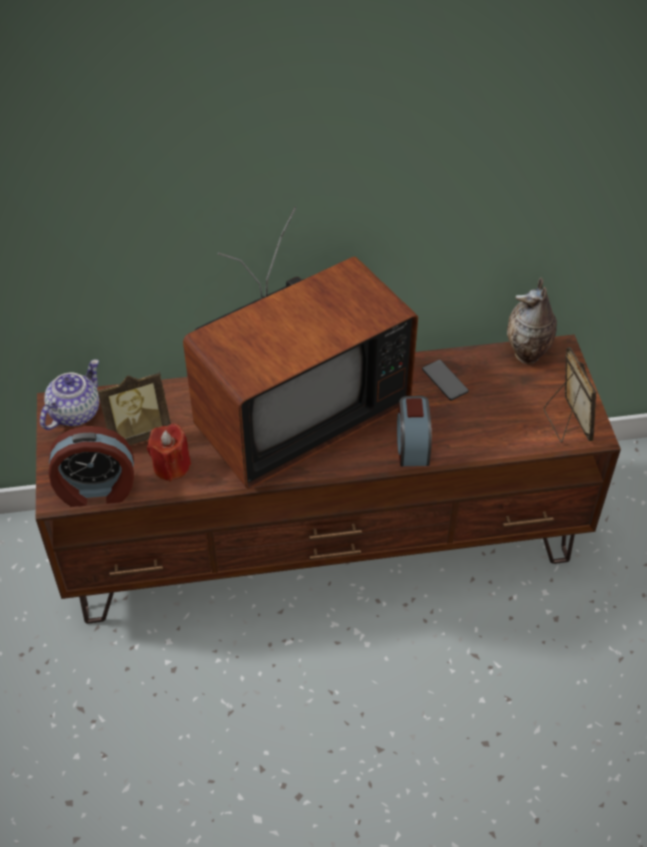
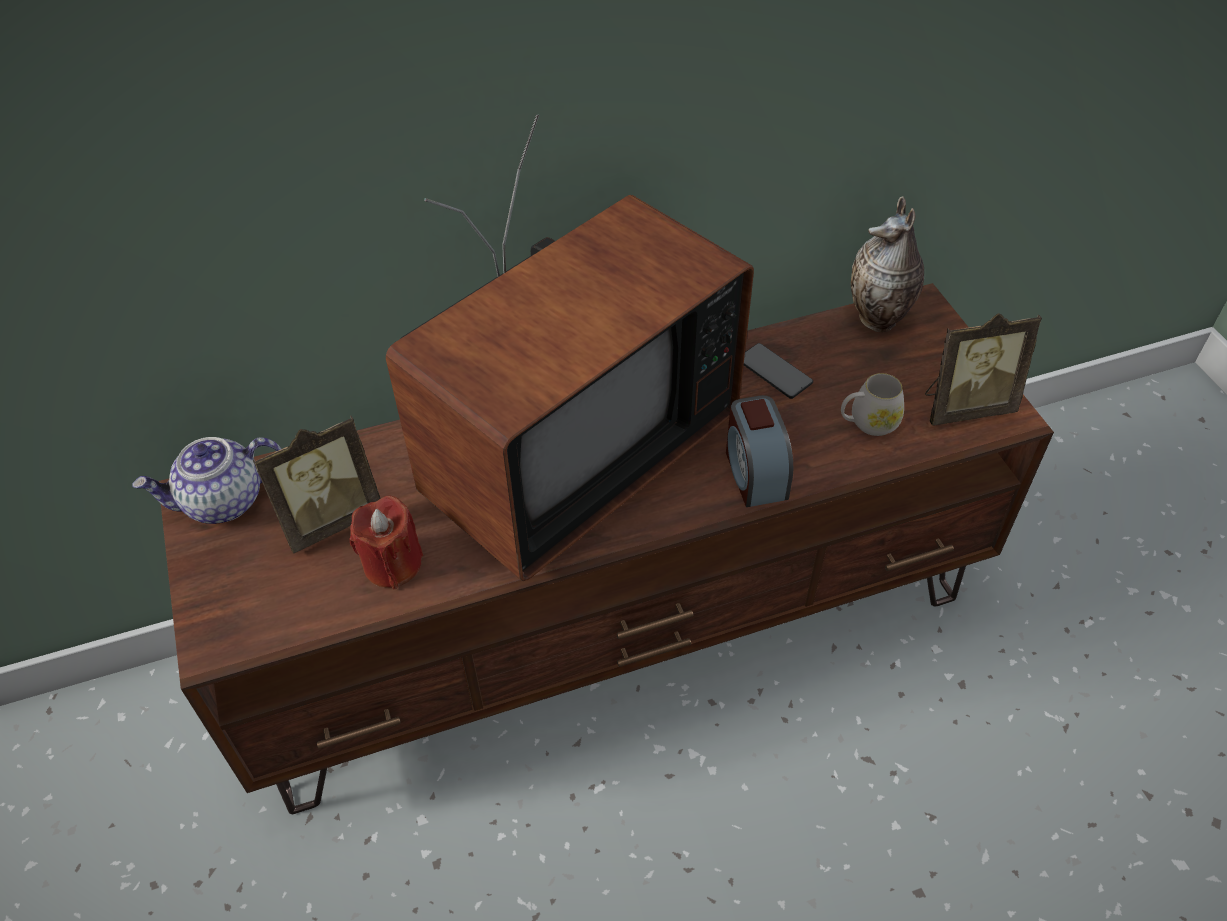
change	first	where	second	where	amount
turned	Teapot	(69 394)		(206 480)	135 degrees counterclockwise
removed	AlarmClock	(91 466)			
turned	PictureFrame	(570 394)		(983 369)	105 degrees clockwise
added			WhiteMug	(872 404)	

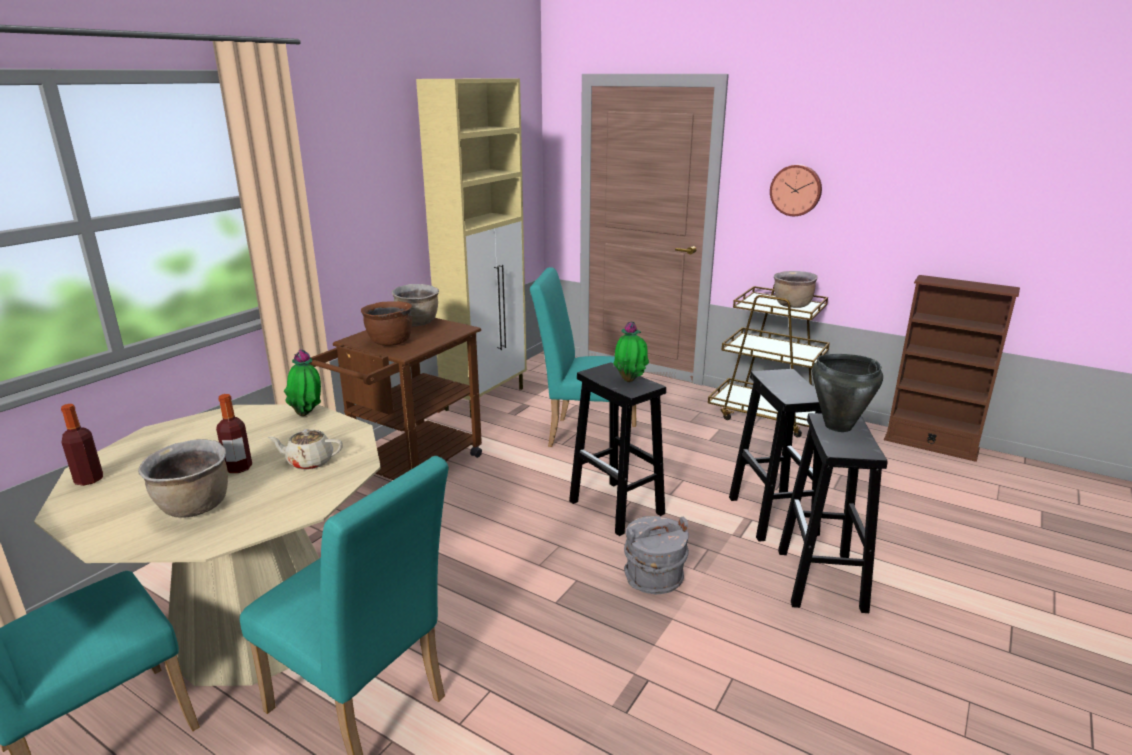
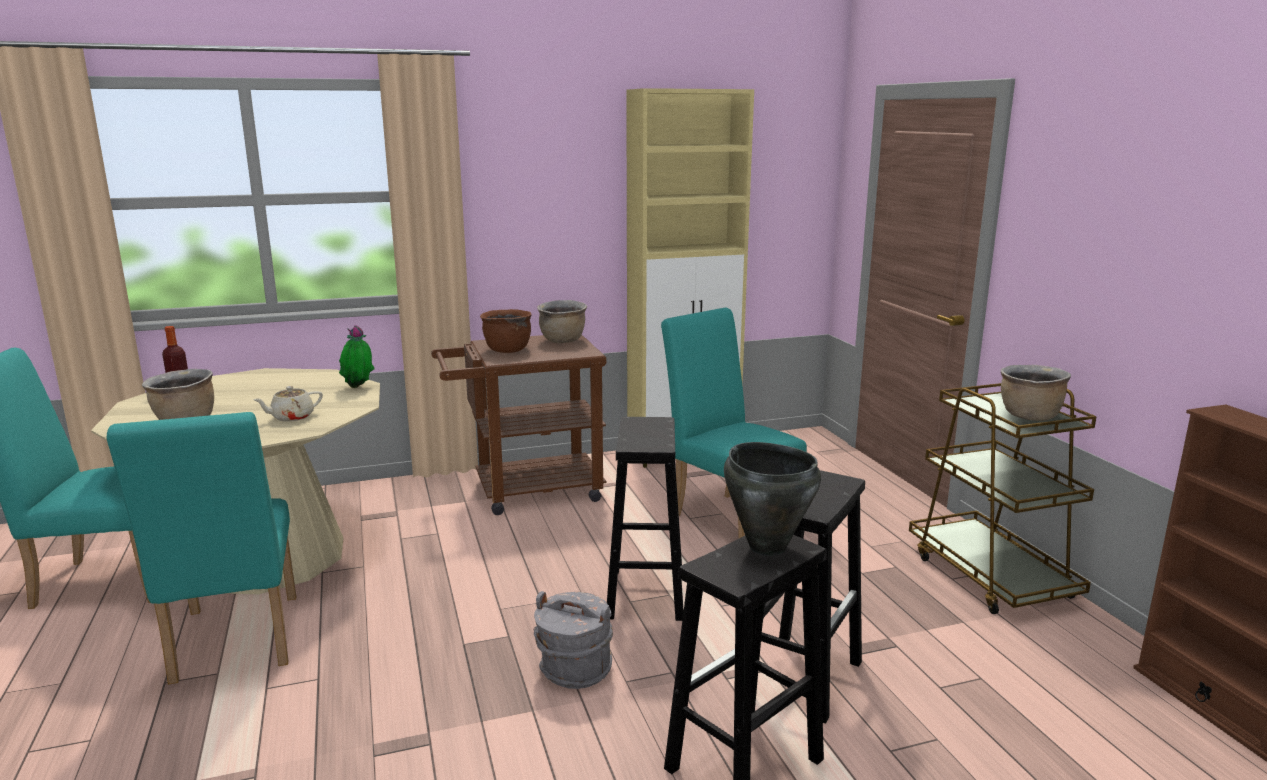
change	first	where	second	where	amount
removed	Bottle	(234 433)			
turned	BeigeTeapot	(305 449)		(288 404)	75 degrees counterclockwise
removed	PottedPlant	(631 351)			
removed	WallClock	(796 190)			

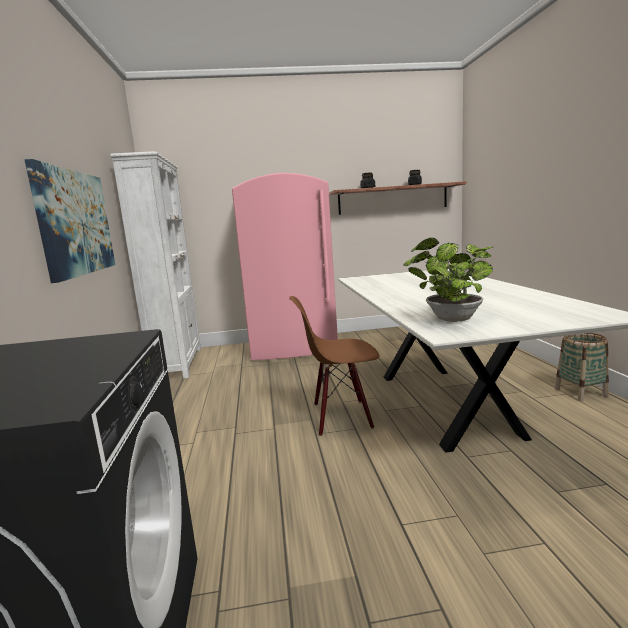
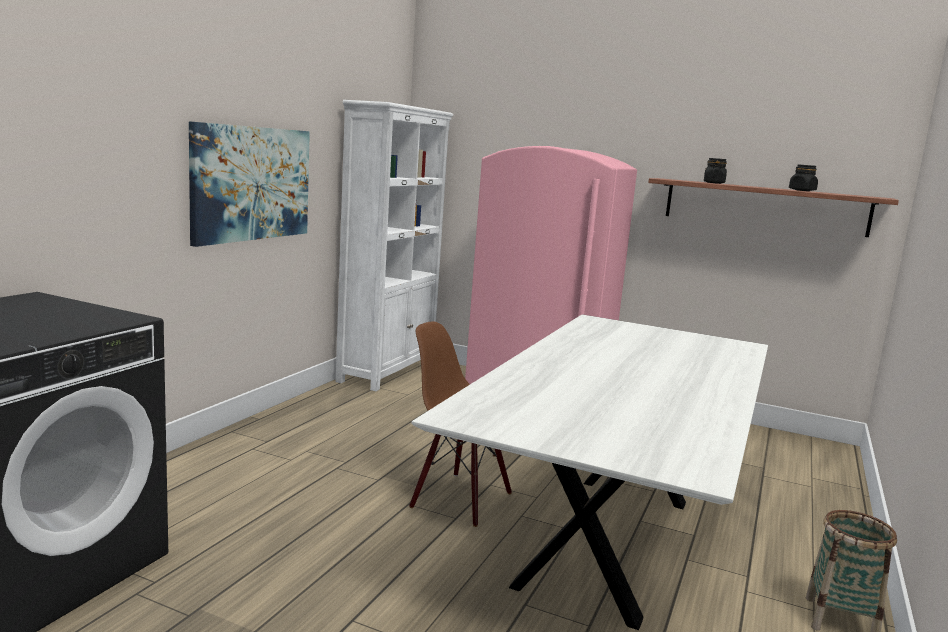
change	first	where	second	where	amount
removed	PottedPlant	(448 280)			

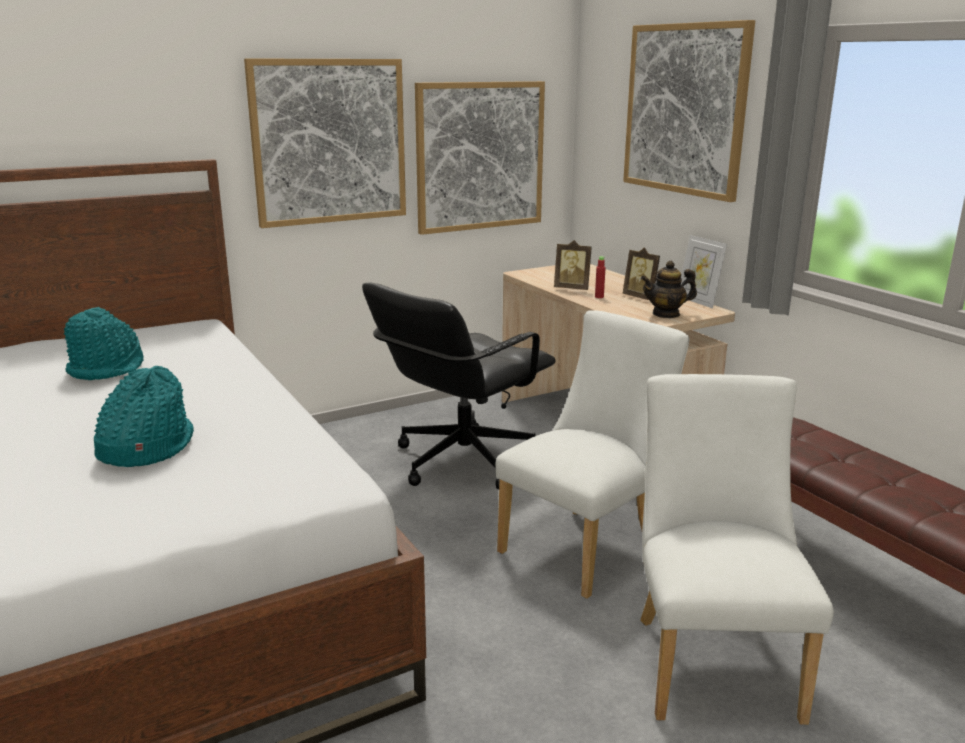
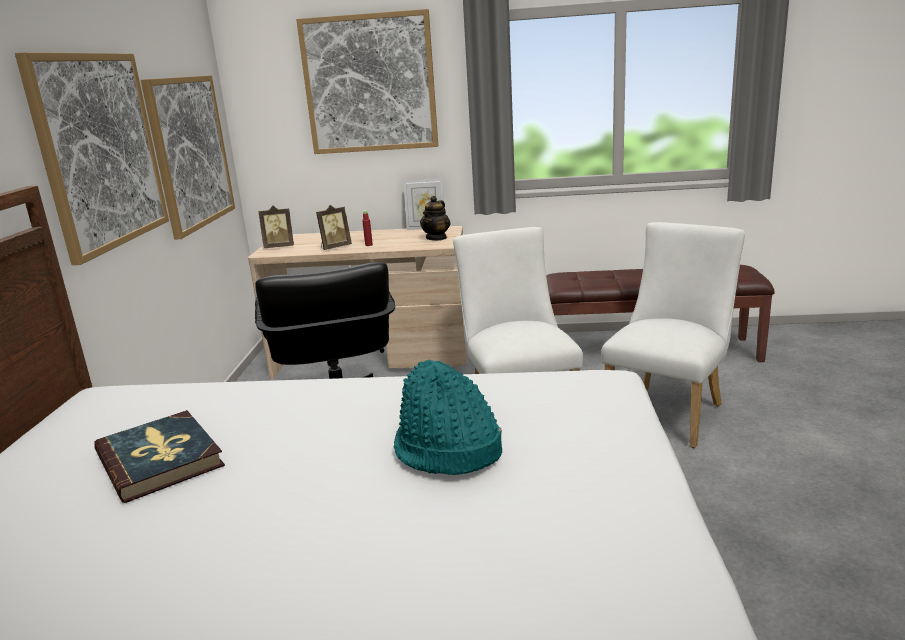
change	first	where	second	where	amount
replaced	TurquoiseHat	(104 343)	Book	(159 456)	
moved	PictureFrame	(641 273)		(276 227)	
turned	WhiteChair	(737 549)		(673 335)	90 degrees clockwise

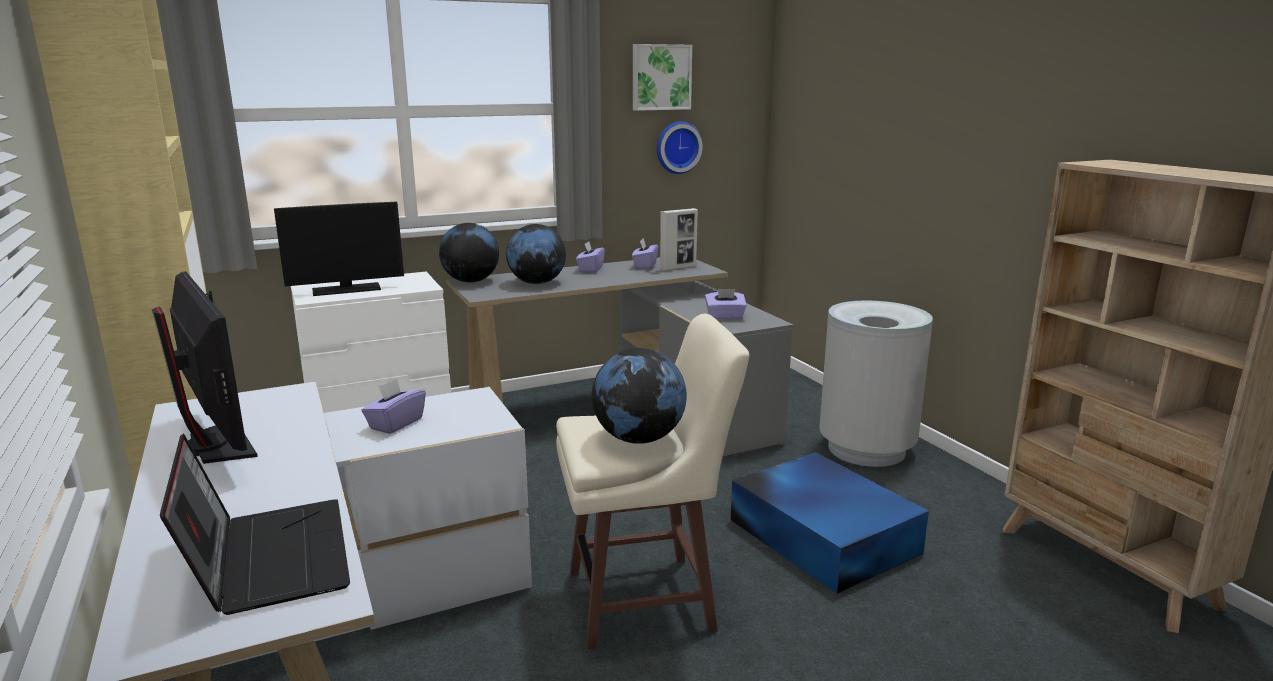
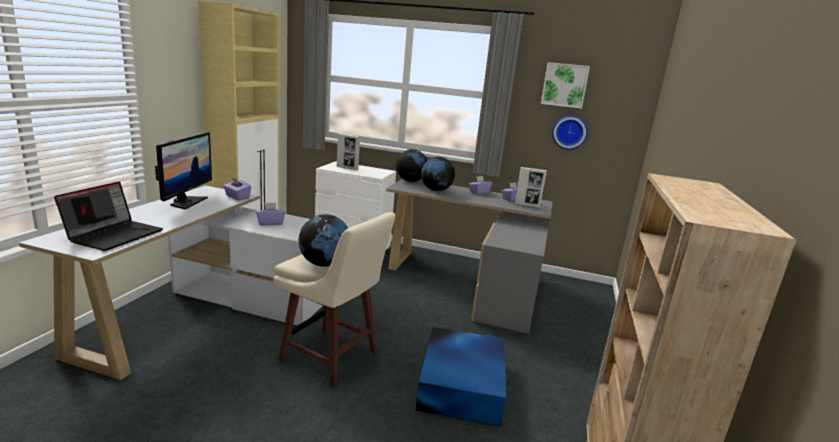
change	first	where	second	where	amount
replaced	Monitor	(339 249)	PictureFrame	(348 151)	
moved	PurpleTissueBox	(726 304)		(237 188)	
removed	GreyTrashCan	(876 383)			

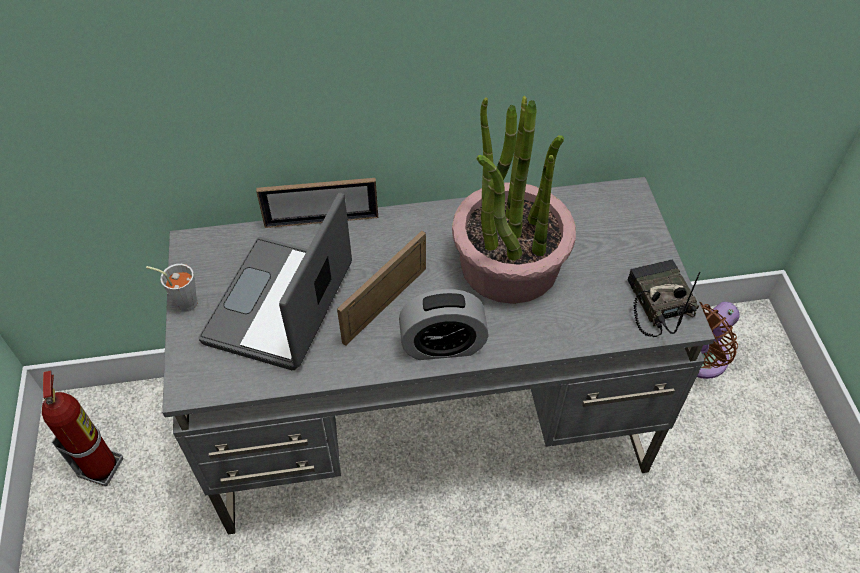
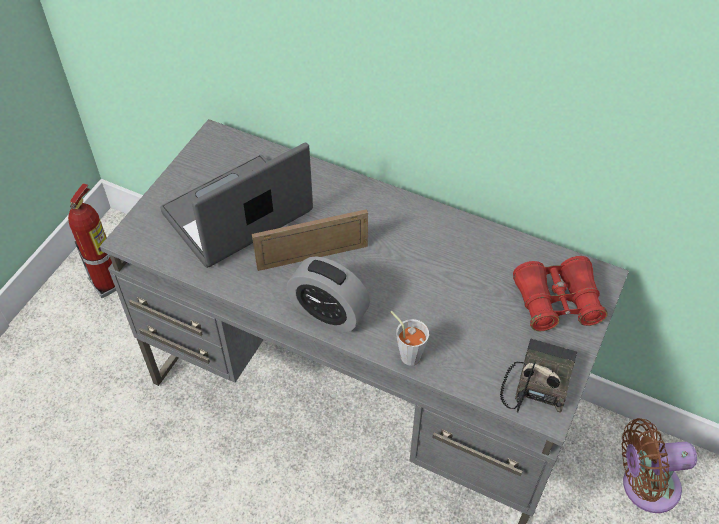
change	first	where	second	where	amount
moved	GreyCup	(171 287)		(410 338)	
removed	PictureFrame	(317 203)			
removed	PottedPlant	(514 200)			
added			RedBinoculars	(560 293)	

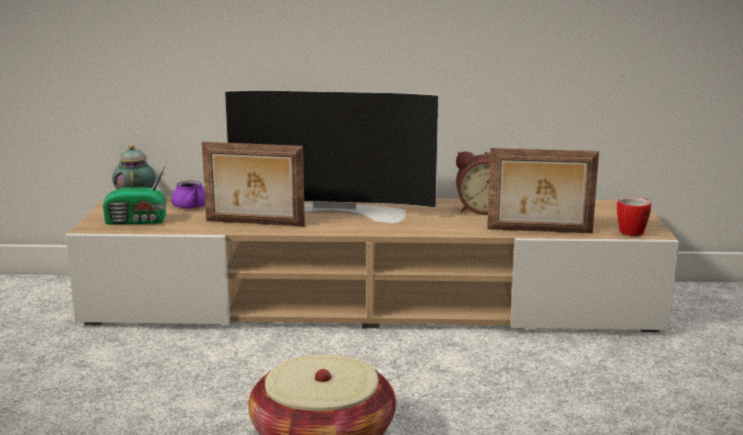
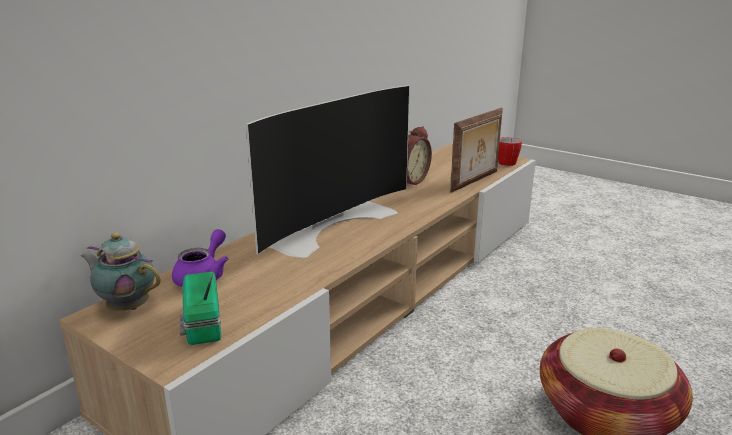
change	first	where	second	where	amount
turned	Radio	(135 193)		(200 308)	135 degrees clockwise
removed	PictureFrame	(253 184)			

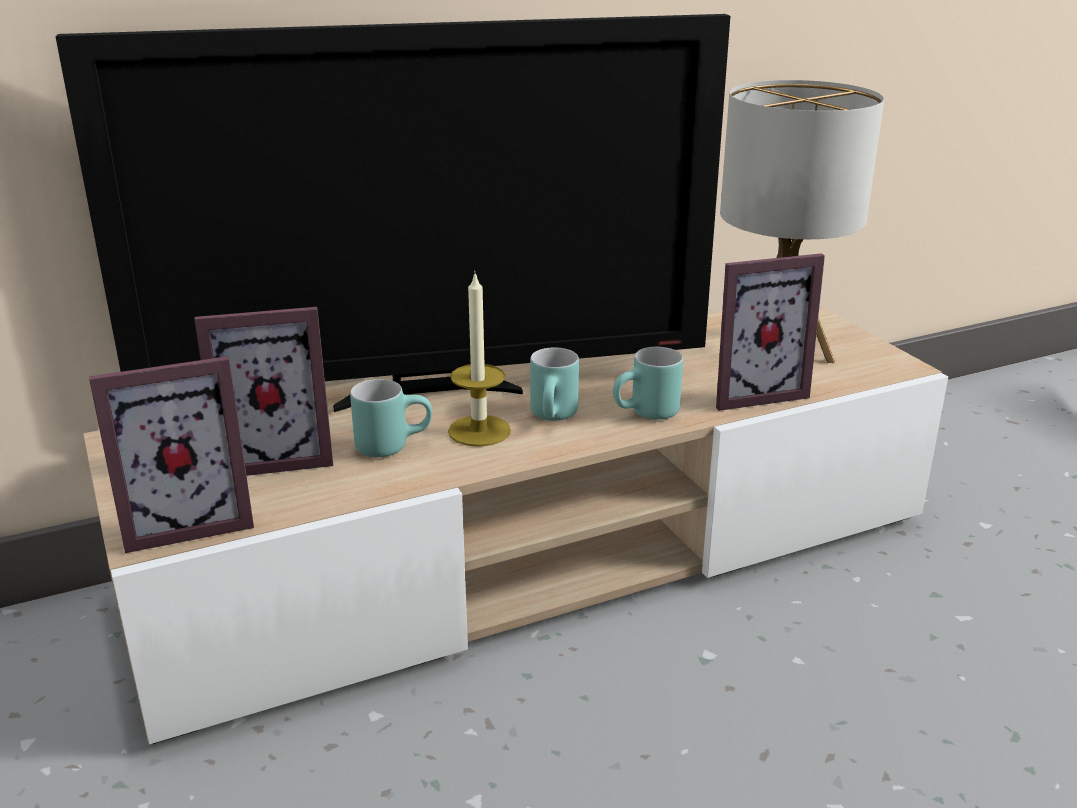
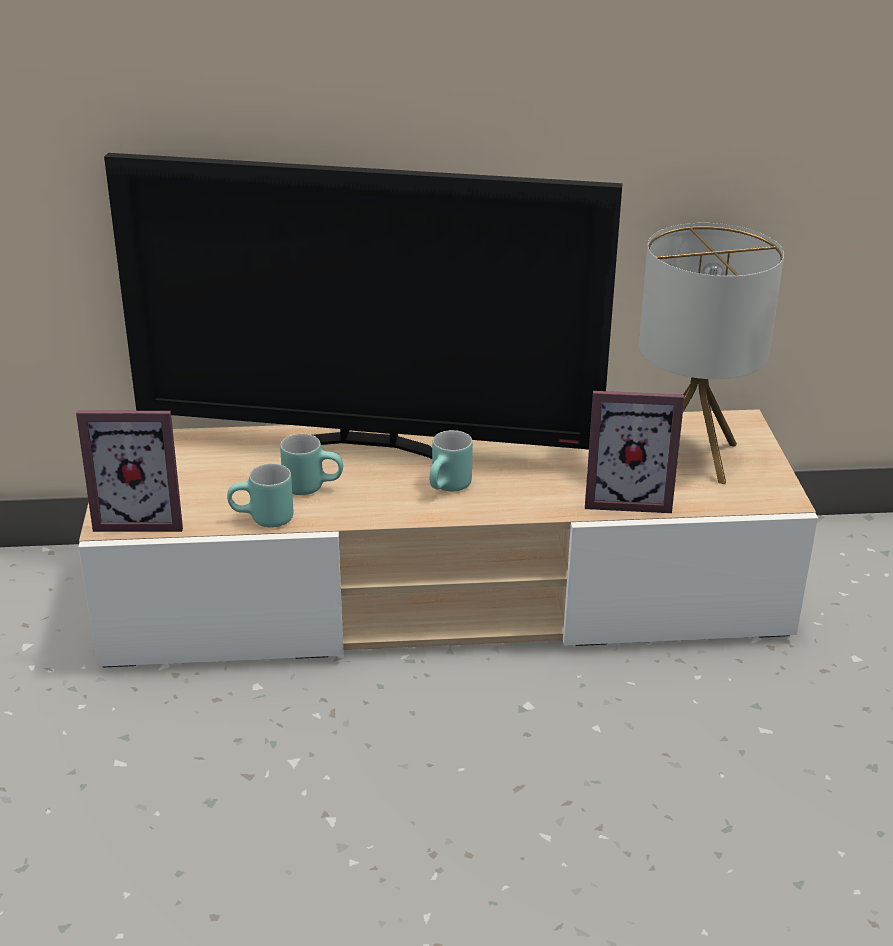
change	first	where	second	where	amount
removed	PictureFrame	(263 391)			
removed	Candle	(479 359)			
moved	TurquoiseMug	(648 383)		(260 496)	

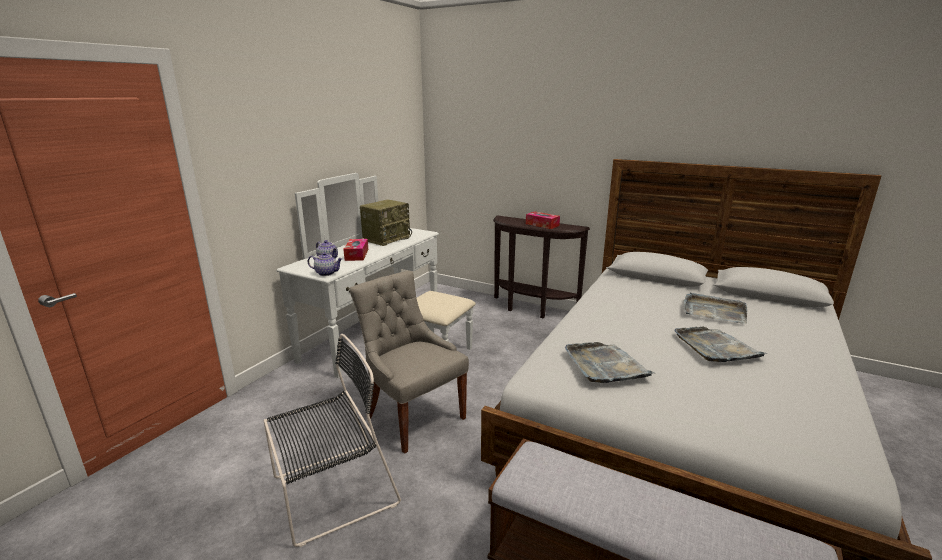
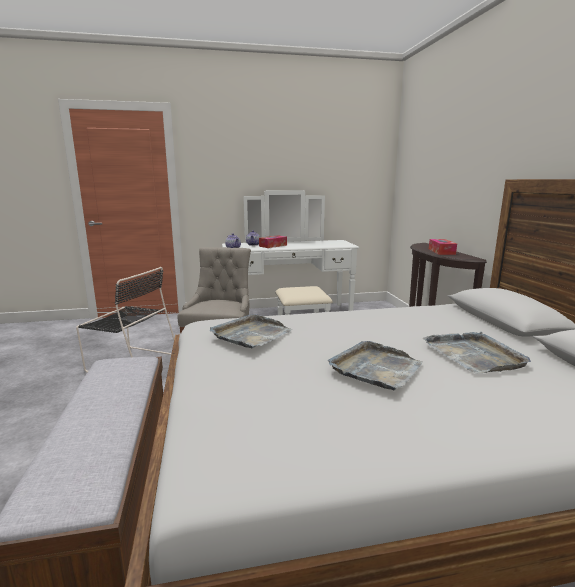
change	first	where	second	where	amount
removed	Radio	(386 222)			

